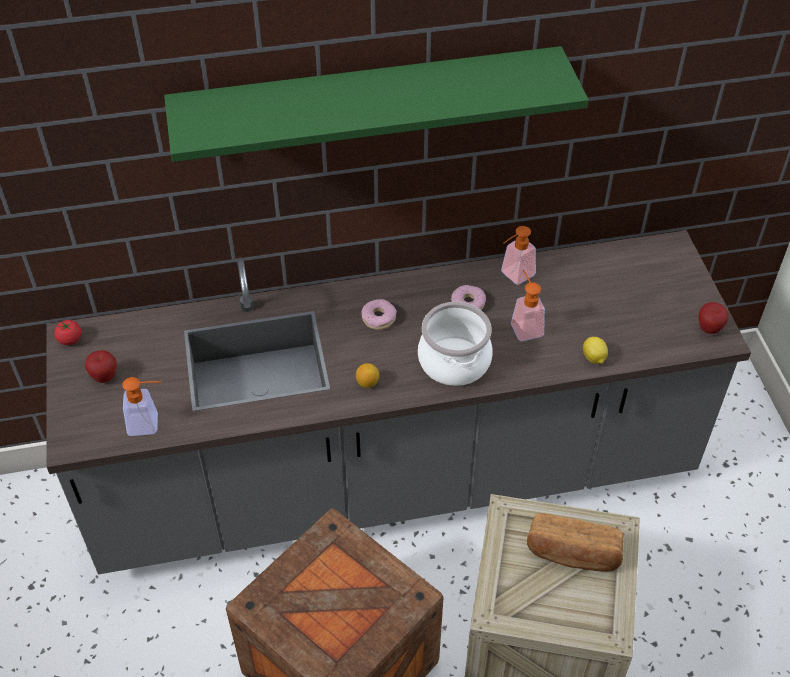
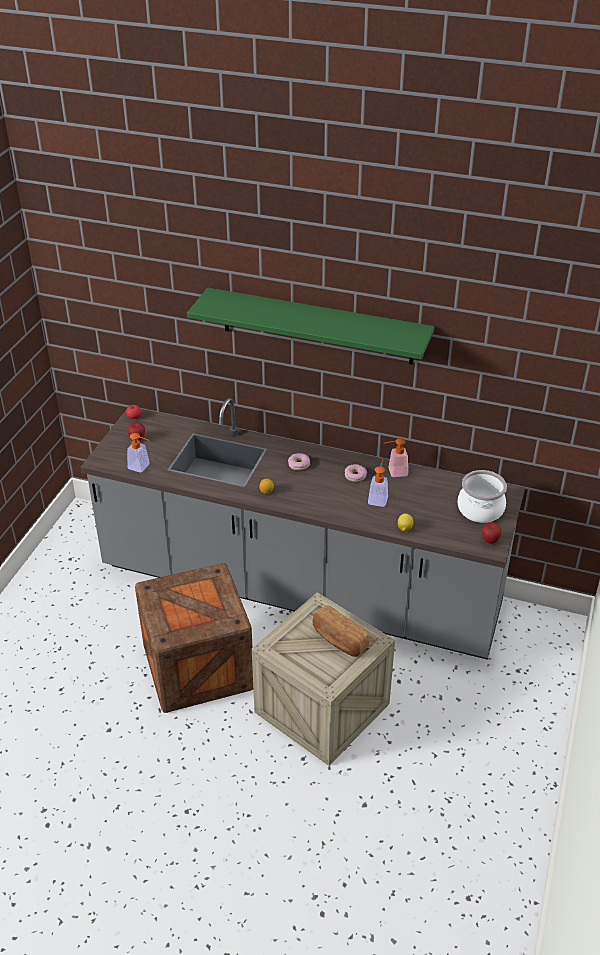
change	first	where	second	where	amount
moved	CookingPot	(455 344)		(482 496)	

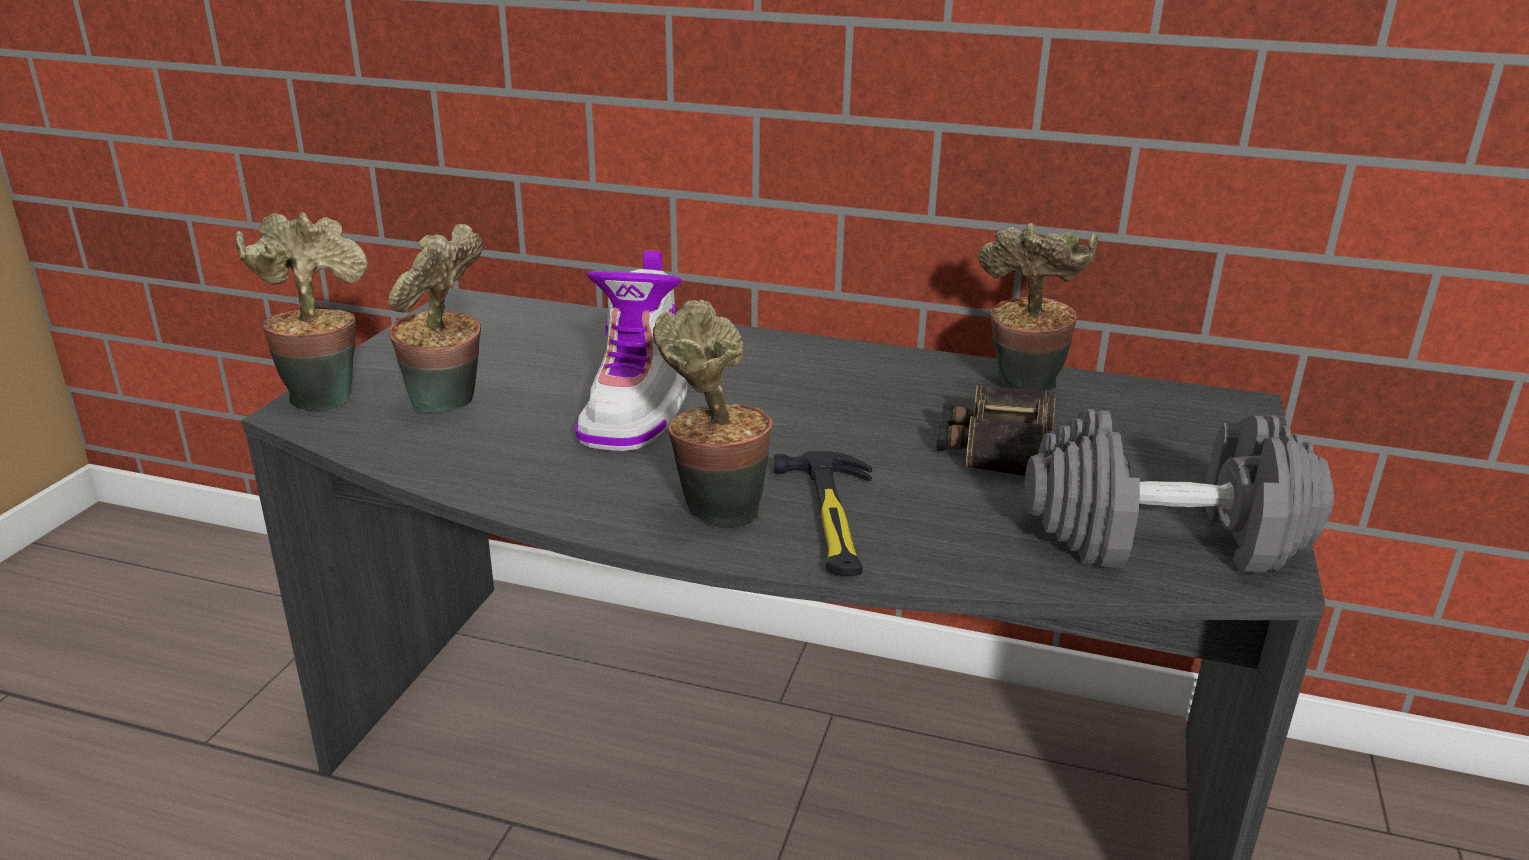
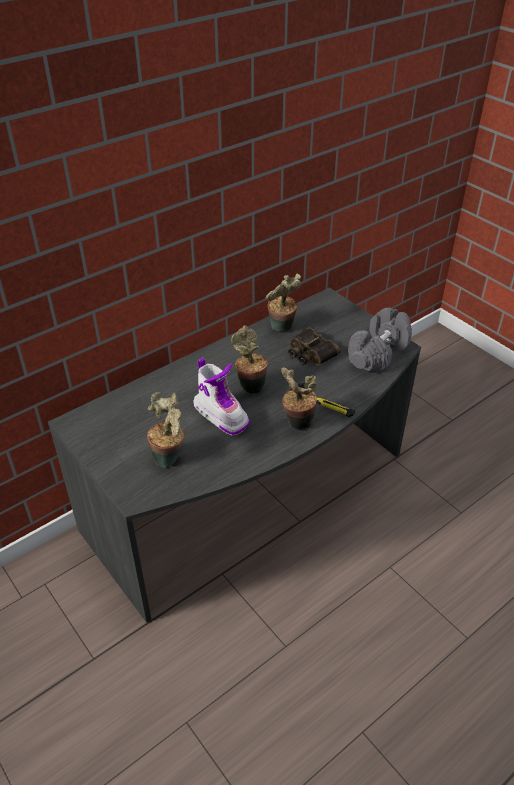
change	first	where	second	where	amount
moved	PottedPlant	(301 312)		(249 359)	

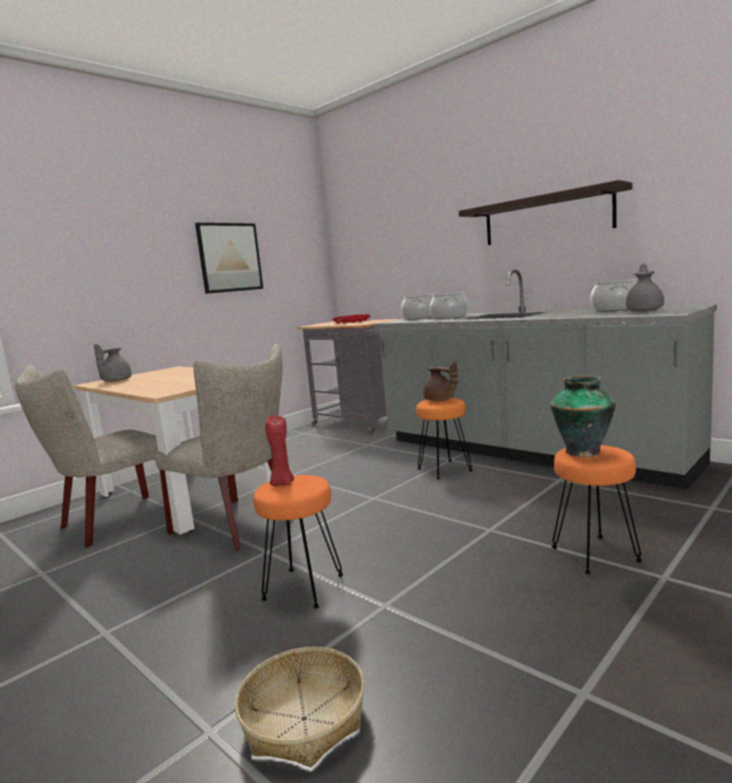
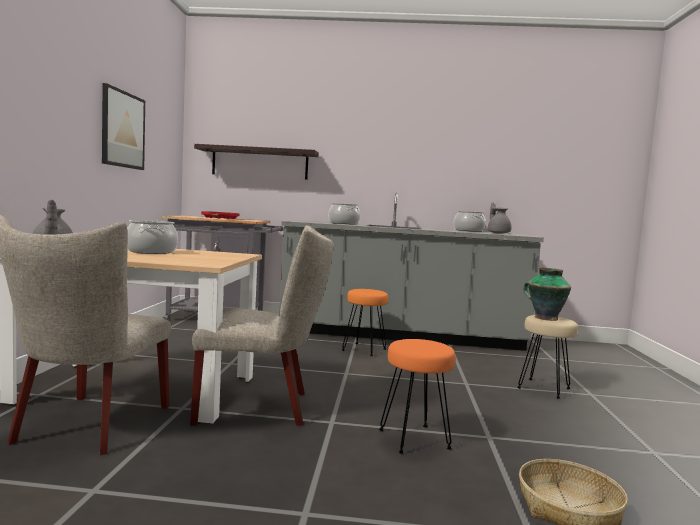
change	first	where	second	where	amount
removed	RedCandle	(279 450)			
moved	CookingPot	(417 307)		(152 237)	
removed	BrownTeapot	(441 381)			
moved	Shelf	(545 212)		(256 162)	
recoloured	OrangeStool	(596 509)	BeigeStool	(547 357)	

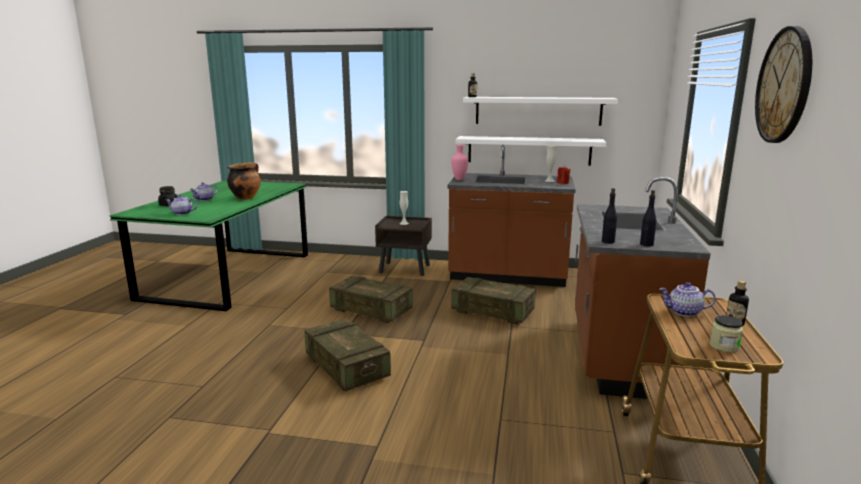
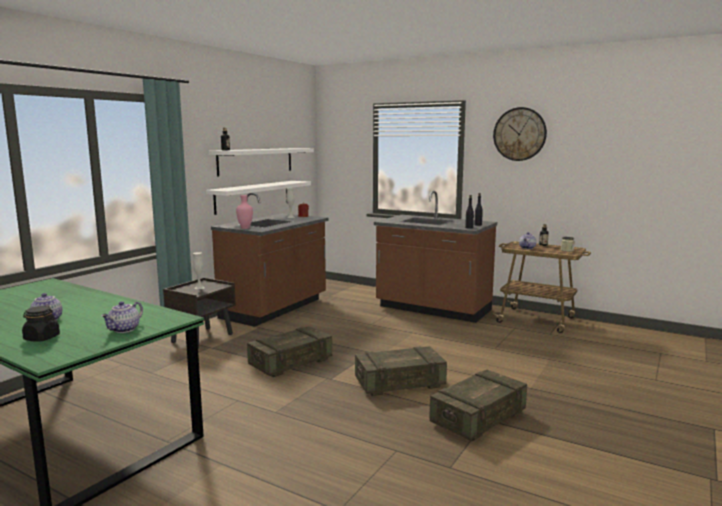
change	first	where	second	where	amount
removed	CookingPot	(244 181)			
moved	Crate	(493 301)		(478 405)	

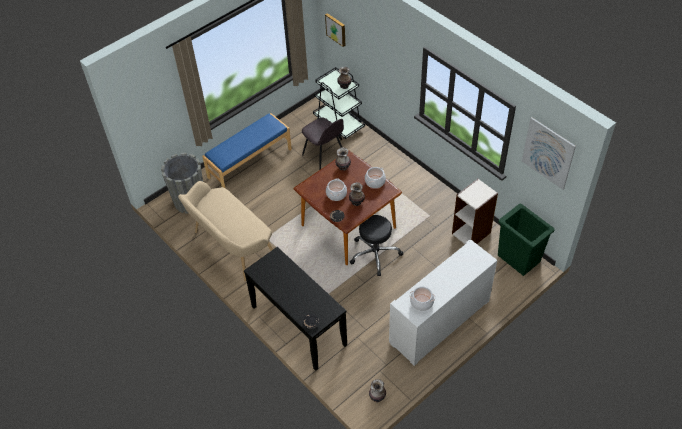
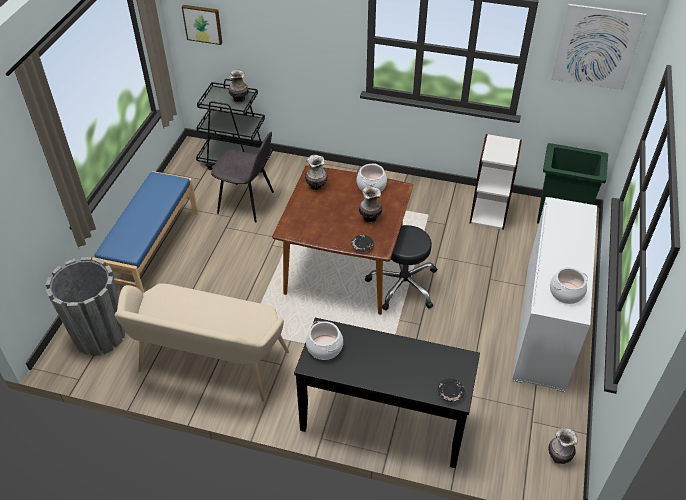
change	first	where	second	where	amount
moved	CookingPot	(336 190)		(324 340)	

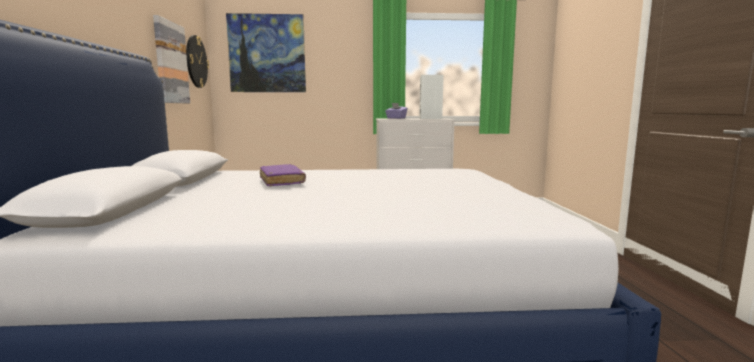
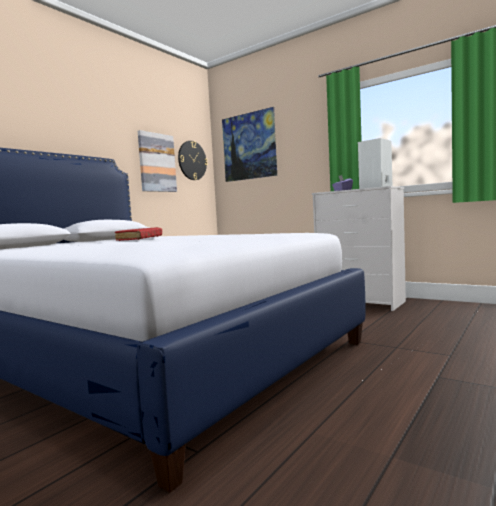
change	first	where	second	where	amount
recoloured	PurpleBook	(283 175)	RedBook	(138 234)	

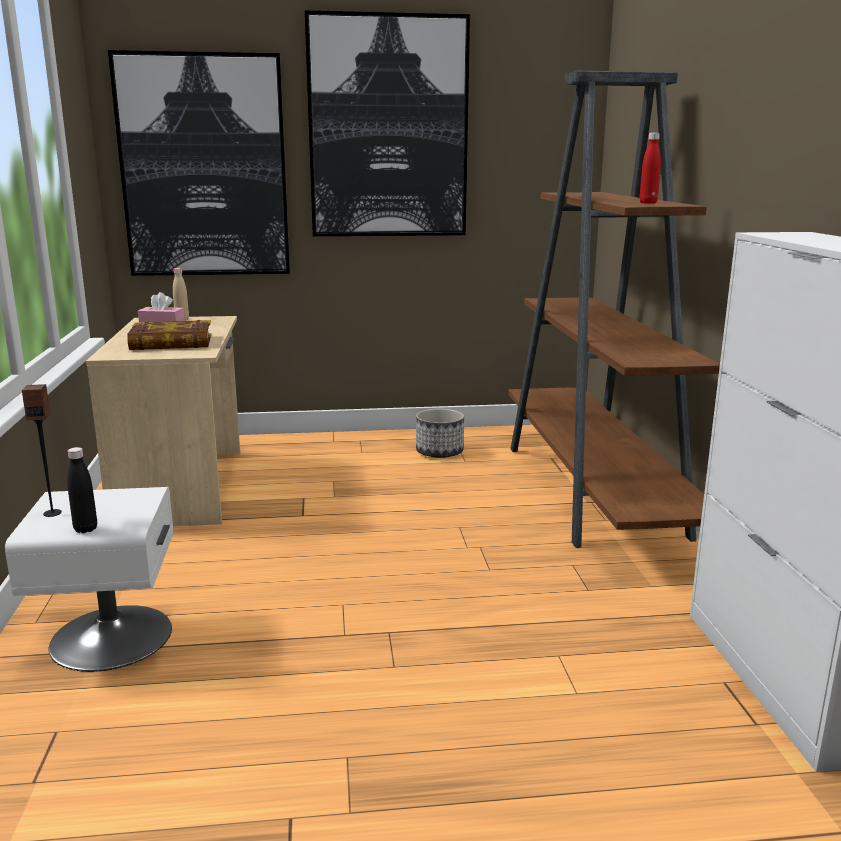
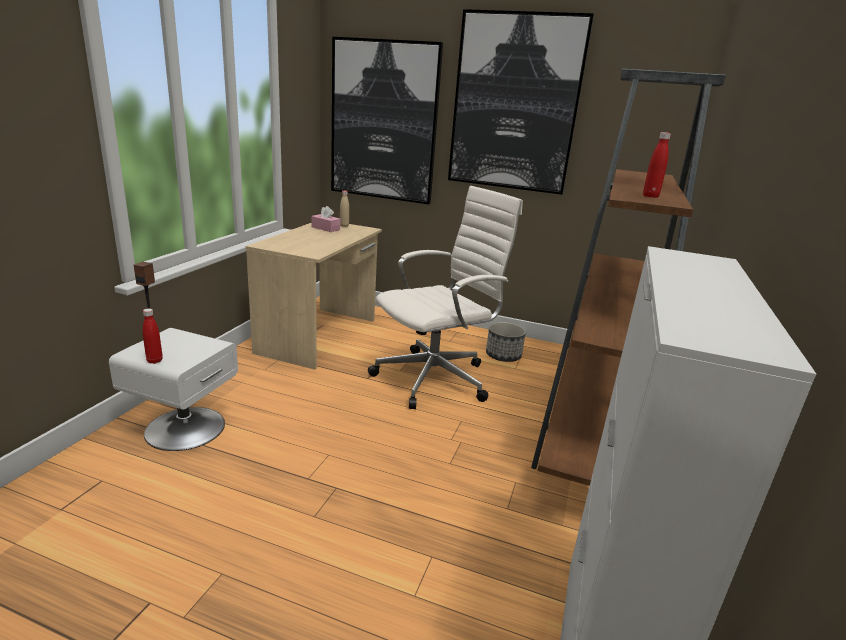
change	first	where	second	where	amount
recoloured	BlackBottle	(82 490)	RedBottle	(153 336)	
removed	Book	(169 335)			
added			WhiteOfficeChair	(445 297)	

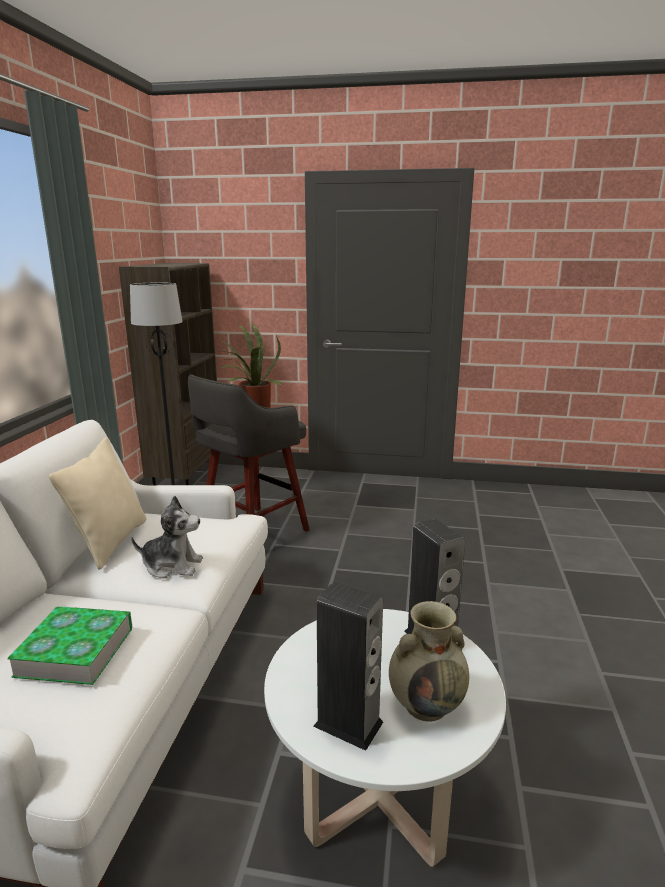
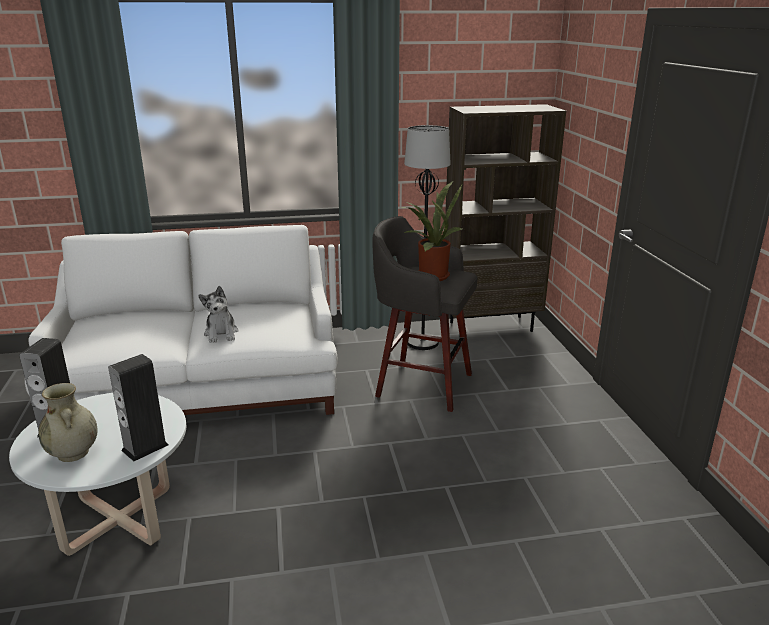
change	first	where	second	where	amount
removed	Book	(70 645)			
removed	BeigePillow	(98 503)			

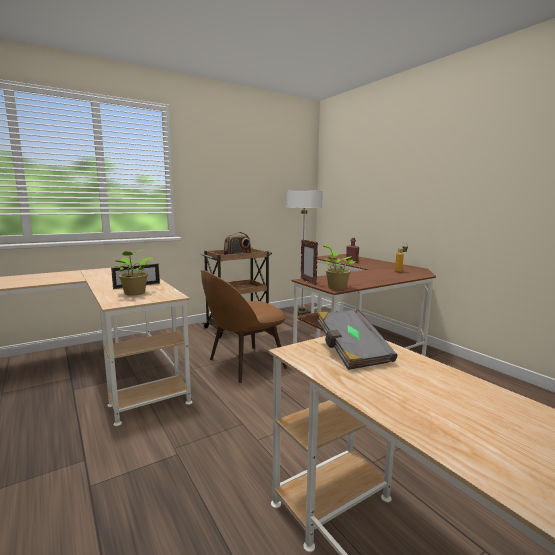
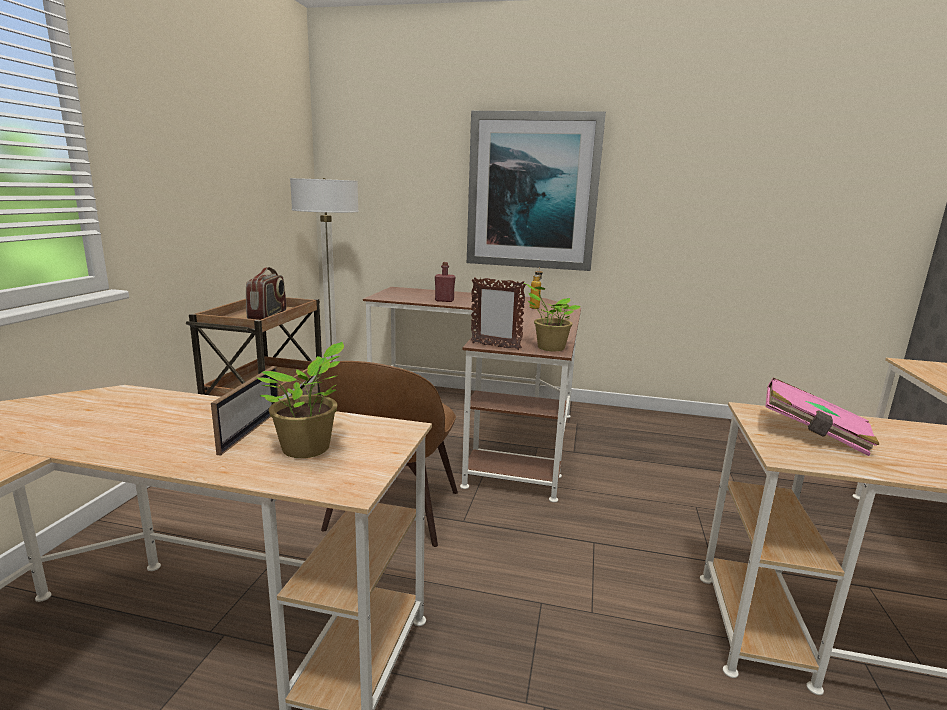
change	first	where	second	where	amount
recoloured	GreyBook	(357 340)	PinkBook	(822 417)	
added			Picture	(536 191)	

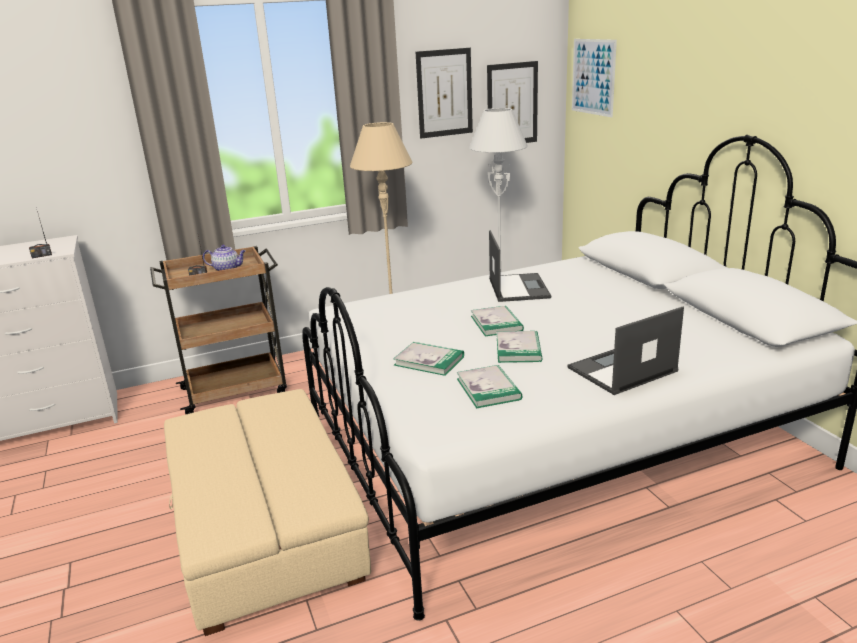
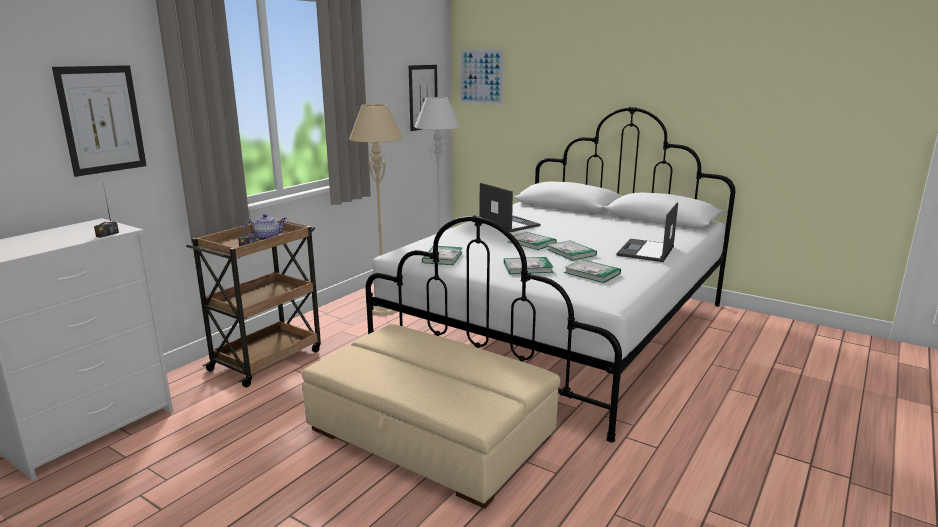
change	first	where	second	where	amount
moved	Picture	(444 93)		(99 121)	
added			Book	(442 255)	

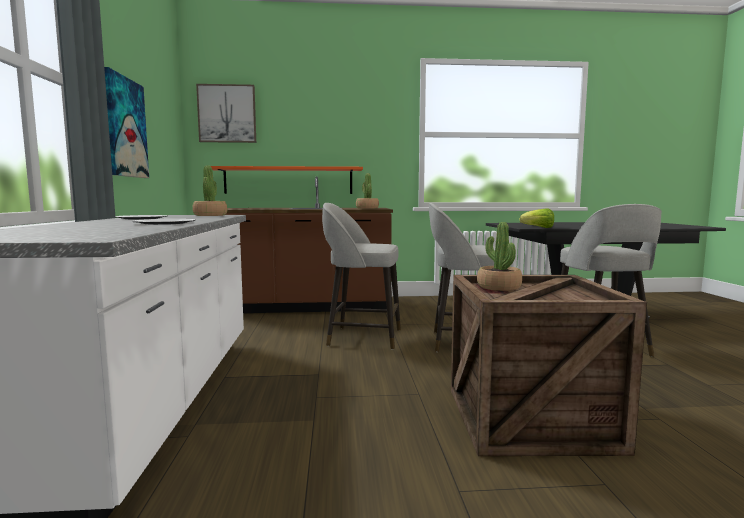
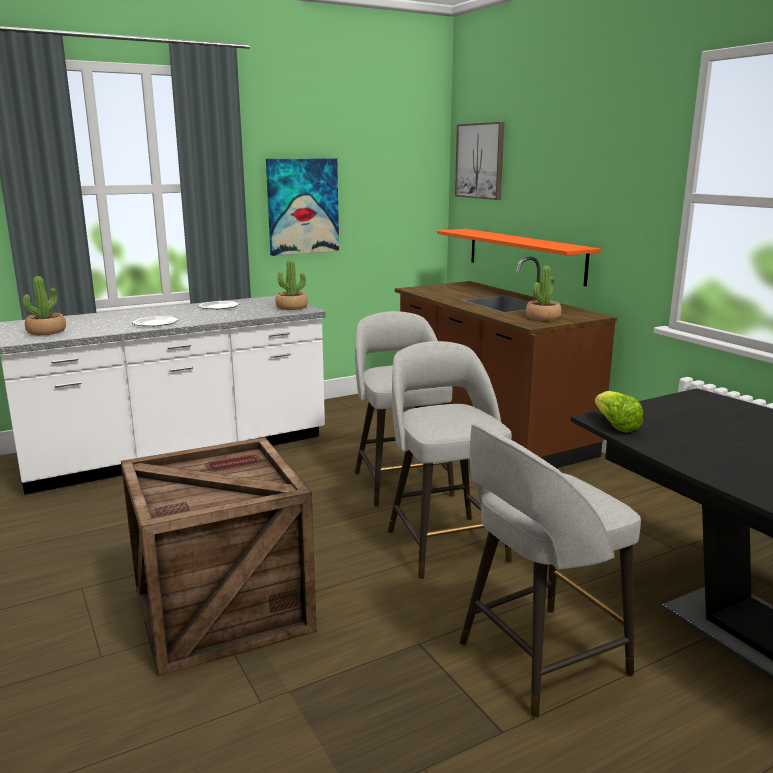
change	first	where	second	where	amount
moved	PottedPlant	(499 256)		(44 305)	

